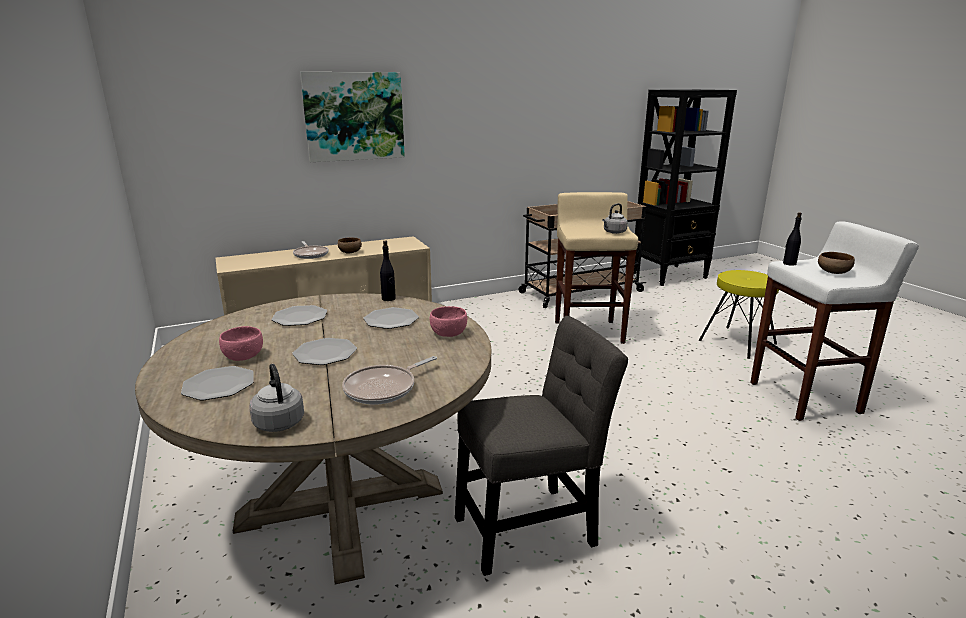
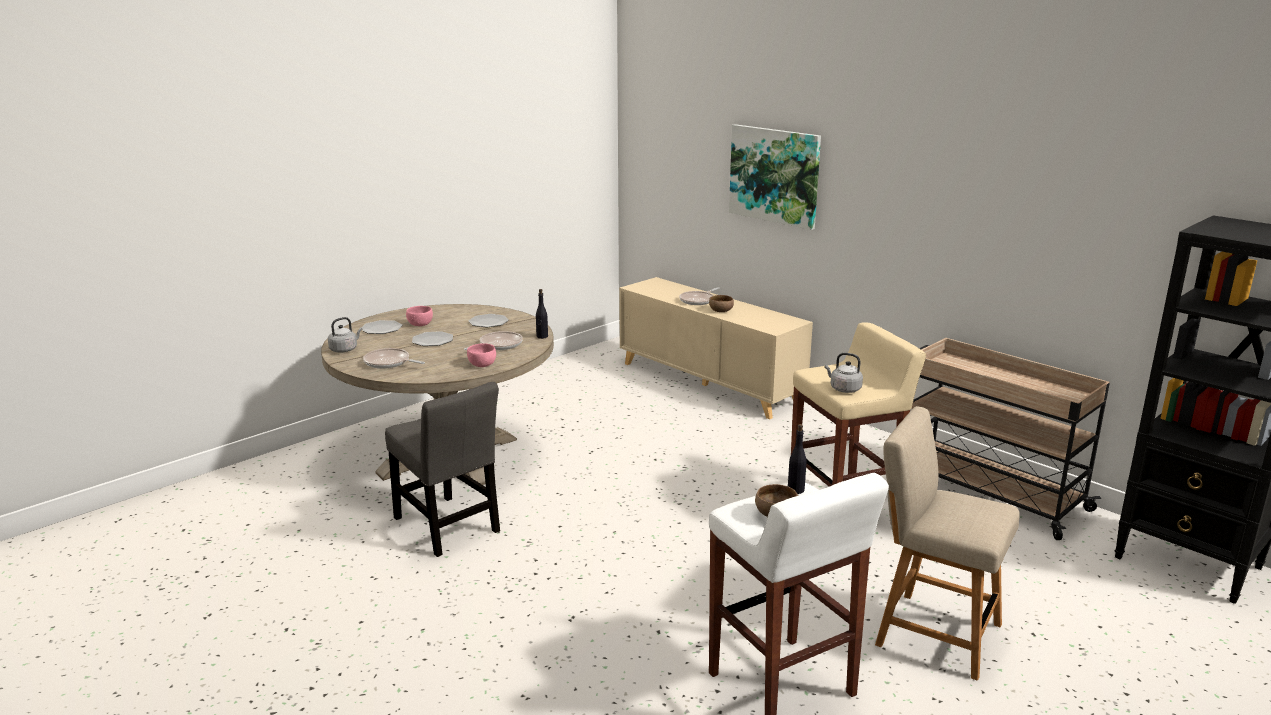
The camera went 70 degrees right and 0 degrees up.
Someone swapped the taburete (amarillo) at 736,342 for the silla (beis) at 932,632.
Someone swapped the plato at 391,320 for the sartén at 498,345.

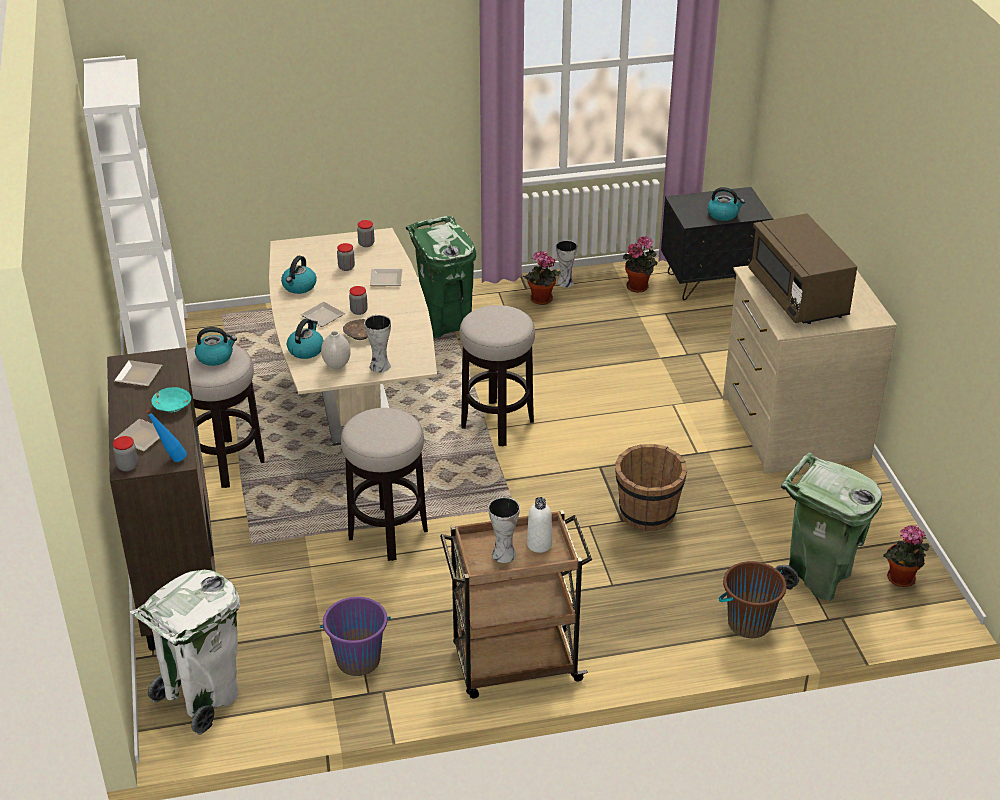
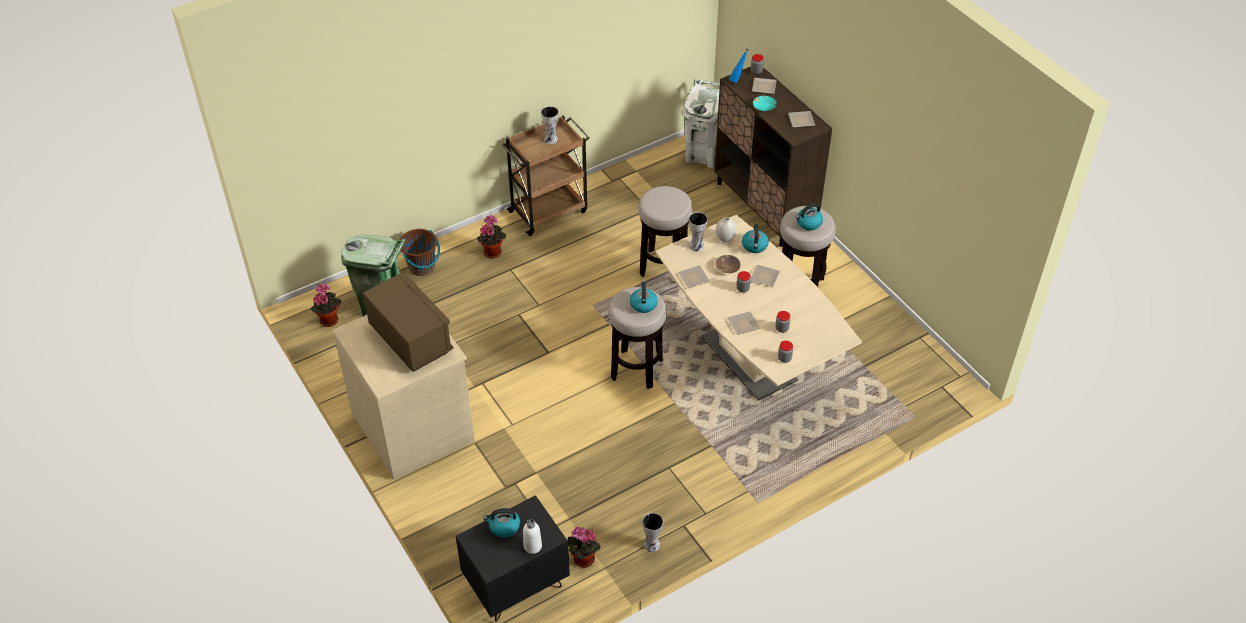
The camera went 160 degrees right and 10 degrees up.
Someone took away the estantería (blanco) at 160,347.
Someone took away the papelera (verde) at 445,323.
Someone carried the planta en maceta from 540,300 to 492,251.
Someone carried the hervidor from 299,286 to 643,304.
Someone took away the cubo (marrón) at 647,514.
Someone carried the botella (blanco) from 539,544 to 532,546.
Someone took away the cubo (morado) at 358,660.
Someone put down the plato at 693,279.

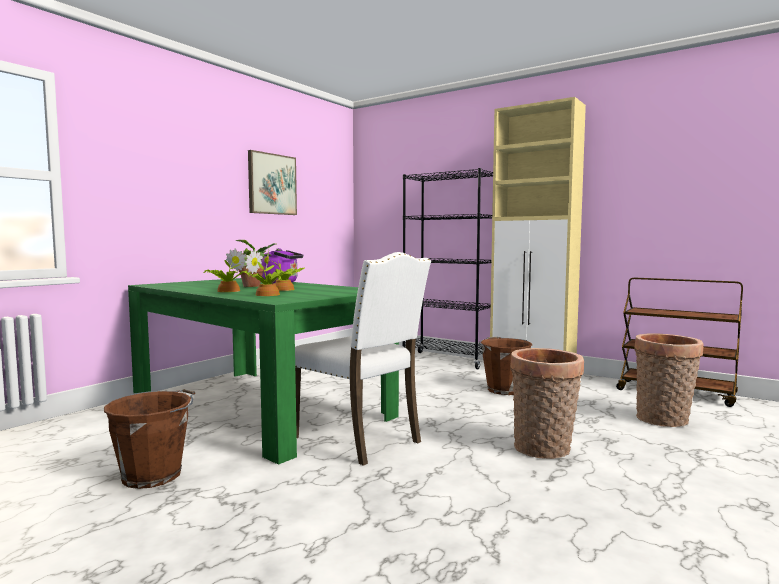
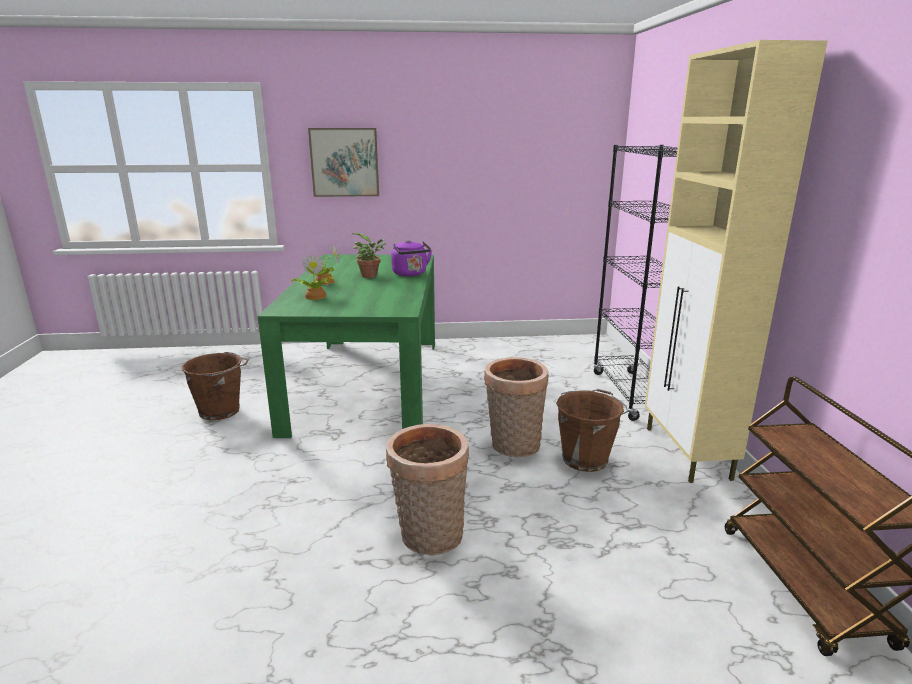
The camera went 50 degrees right and 15 degrees up.
Someone carried the cuadro from 272,184 to 344,162.
Someone took away the planta en maceta at 284,289.
Someone took away the silla (blanco) at 360,439.
Someone carried the cesta from 664,421 to 513,447.

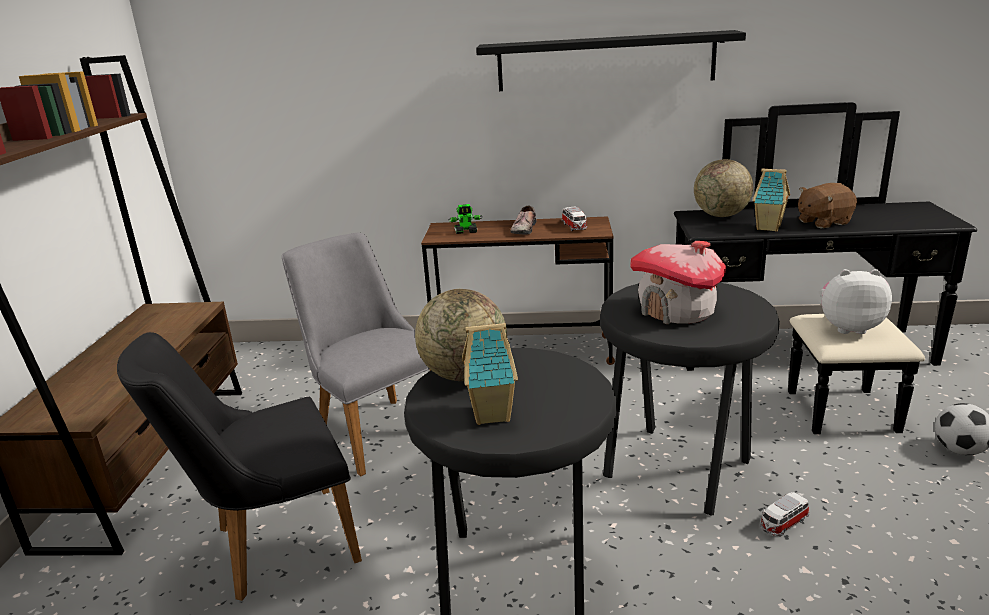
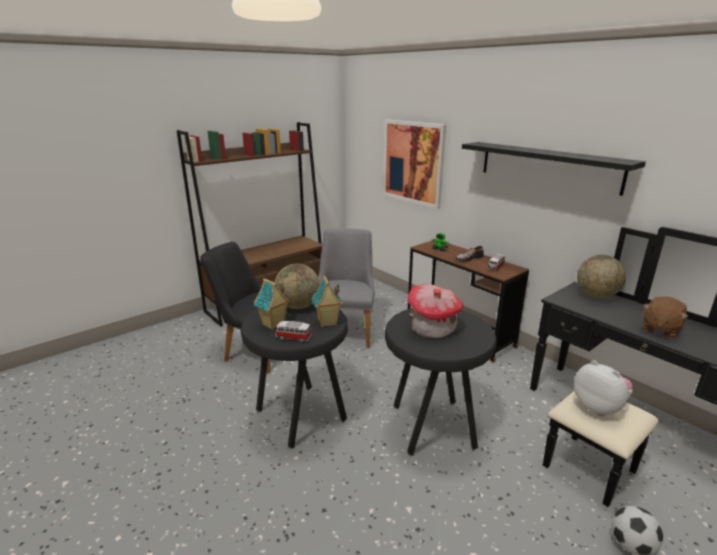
The camera went 45 degrees right and 0 degrees up.
Someone carried the casita from 769,228 to 327,323.
Someone rotated the peluche (marrón) at 823,222 by 75 degrees counterclockwise.
Someone carried the coche de juguete from 783,524 to 293,338.
Someone put up the cuadro at 413,162.

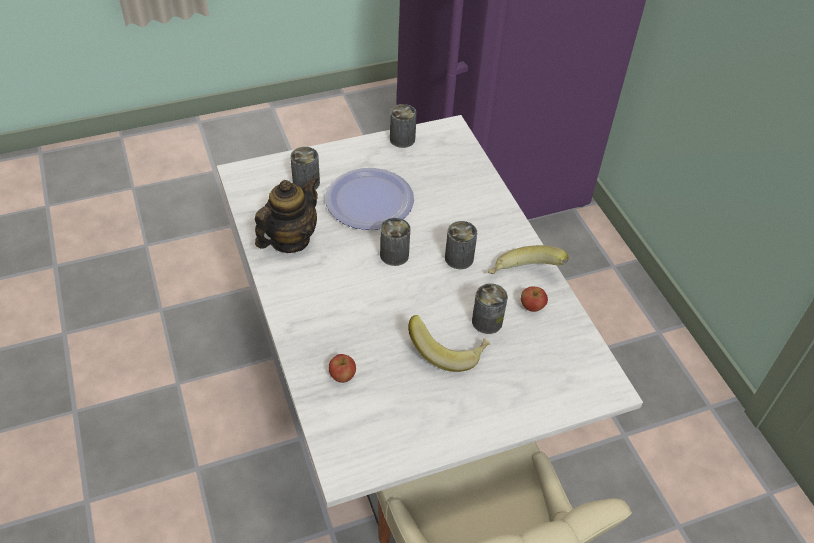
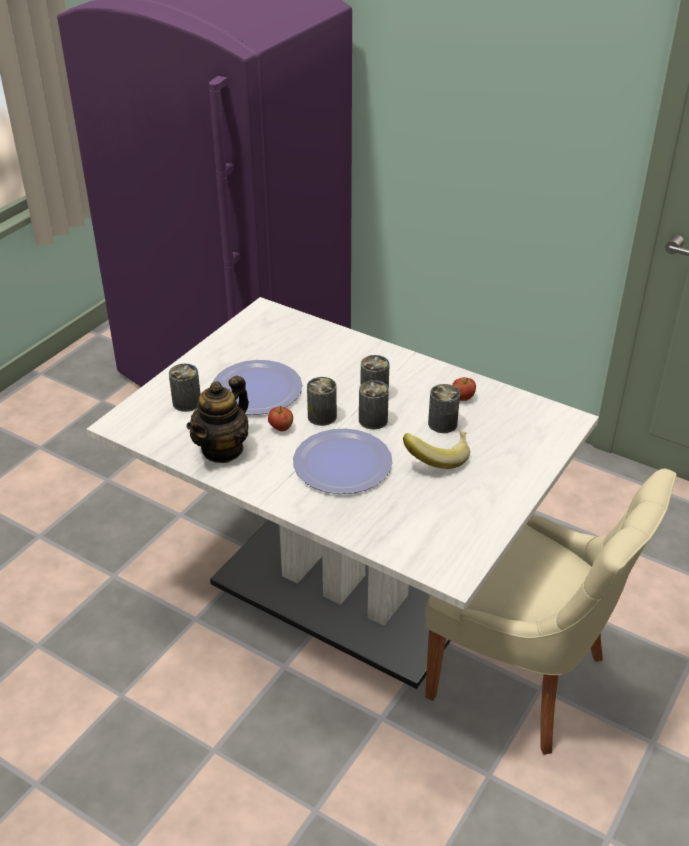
The camera went 35 degrees left and 10 degrees down.
Someone carried the lata from 402,139 to 373,420.
Someone rotated the tetera at 289,240 by 150 degrees counterclockwise.
Someone took away the plátano at 524,276.
Someone carried the manzana from 342,376 to 281,428.
Someone put down the plato at 342,463.

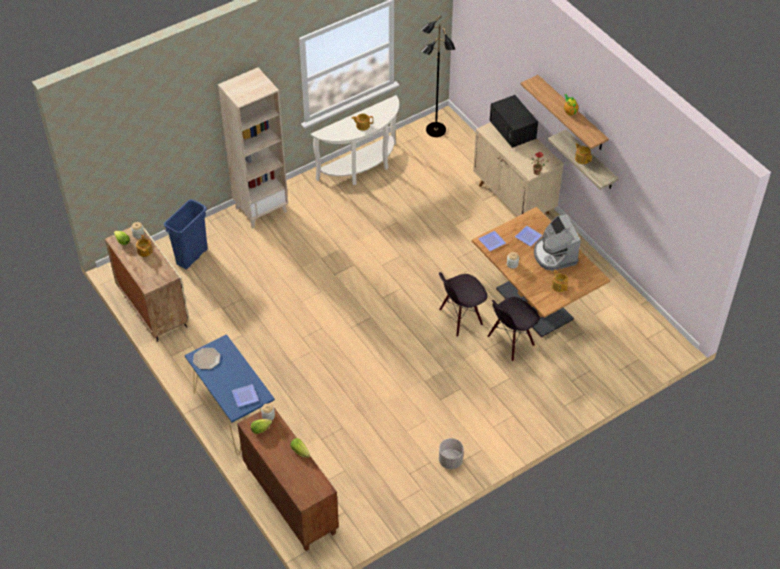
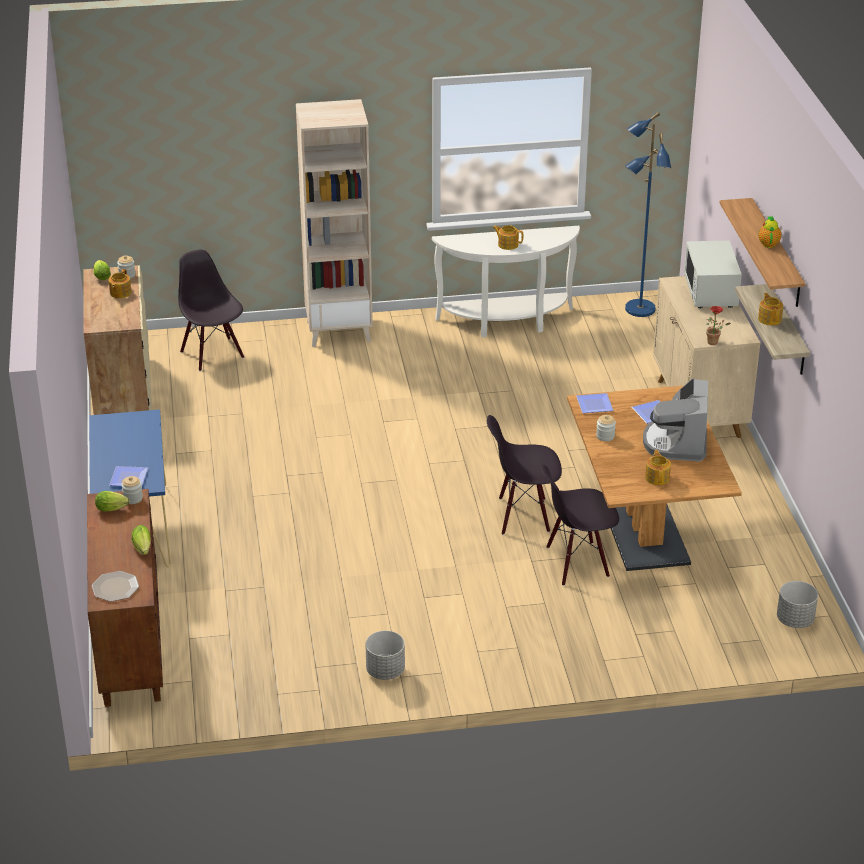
The camera went 25 degrees right and 15 degrees down.
Someone repainted the lámpara de pie (negro) at 435,130, which became the lámpara de pie (azul) at 639,309.
Someone repainted the microondas (negro) at 513,131, which became the microondas (blanco) at 711,292.
Someone swapped the papelera (azul) at 192,256 for the silla (negro) at 213,354.
Someone carried the plato from 206,358 to 115,587.
Someone put down the maceta (gris) at 795,620.

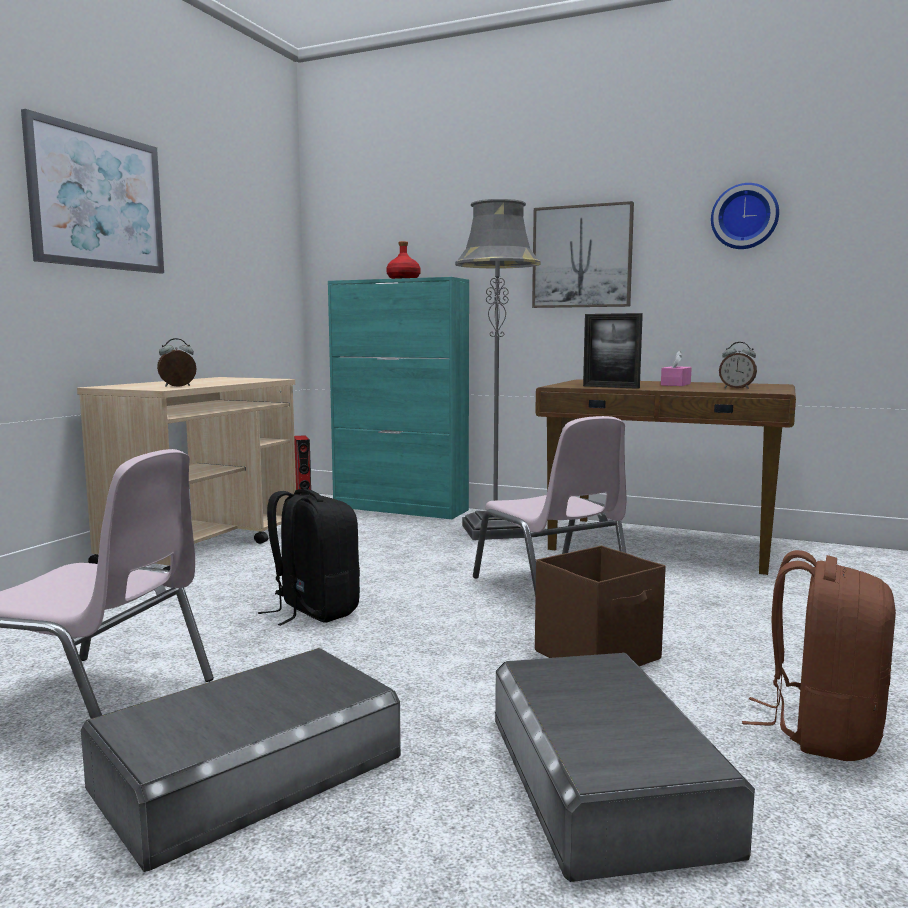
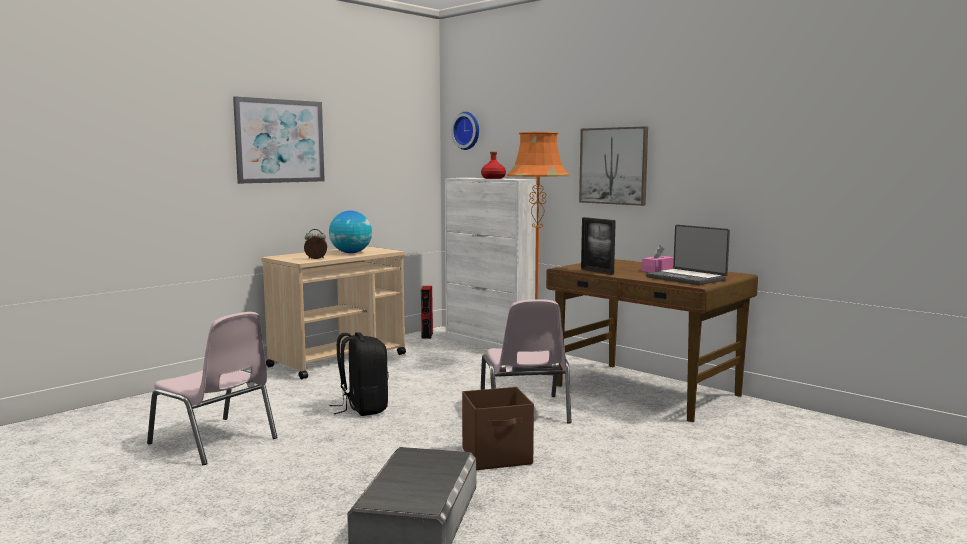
The camera went 20 degrees right and 0 degrees up.
Someone carried the reloj de pared from 744,217 to 467,131.
Someone repainted the lámpara de pie (gris) at 495,531, which became the lámpara de pie (naranja) at 536,368.
Someone repainted the armario (turquesa) at 400,508, which became the armario (blanco) at 490,344.
Someone swapped the despertador at 737,388 for the portátil at 687,278.
Someone took away the mochila (marrón) at 821,732.
Someone took away the caja de almacenaje (gris) at 248,770.
Someone put down the globo terráqueo at 351,253.

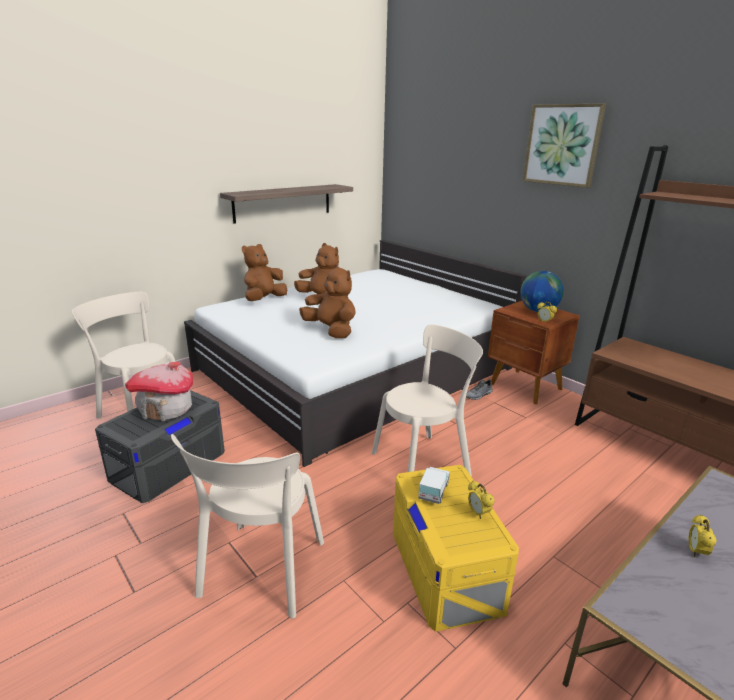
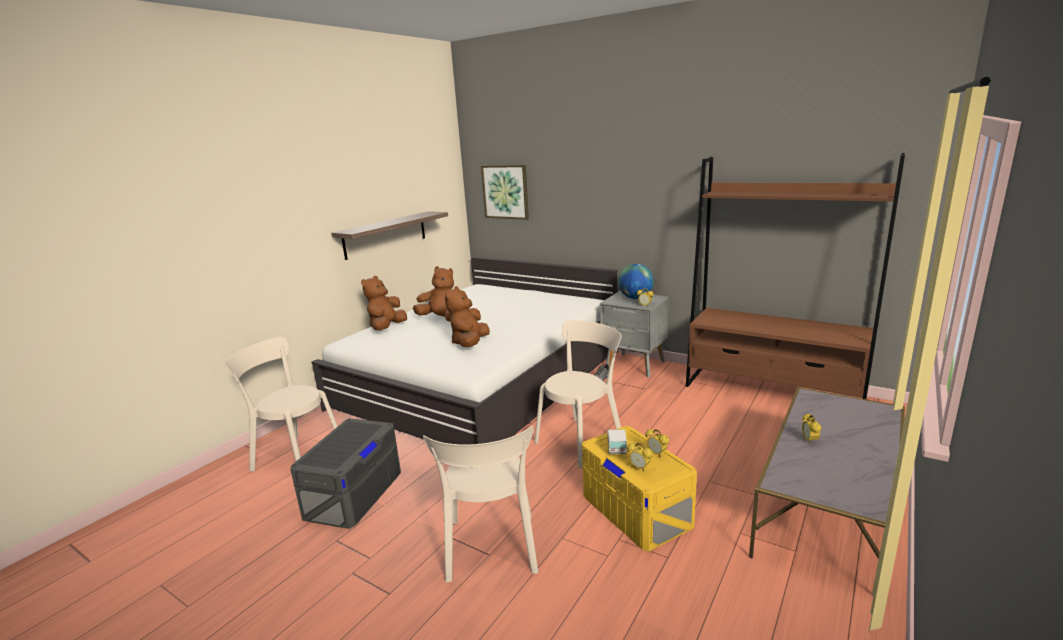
The camera went 15 degrees left and 5 degrees down.
Someone carried the cuadro from 562,145 to 505,192.
Someone rotated the peluche (marrón) at 331,331 by 105 degrees counterclockwise.
Someone repainted the mesita de noche (marrón) at 525,387, which became the mesita de noche (gris) at 635,365.
Someone took away the casita at 166,409.
Someone put down the despertador at 639,468.

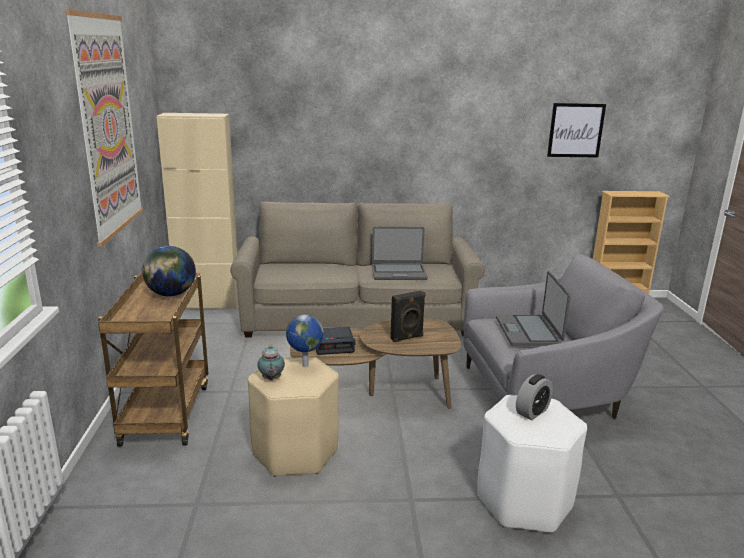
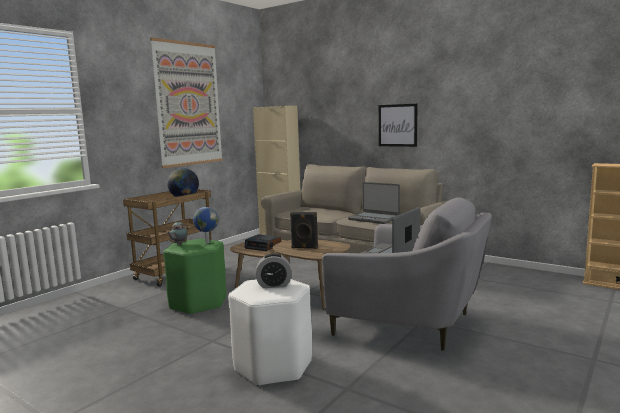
The camera went 40 degrees right and 10 degrees down.
Someone carried the cuadro from 575,130 to 397,125.
Someone repainted the taburete (beis) at 295,452, which became the taburete (verde) at 198,303.

